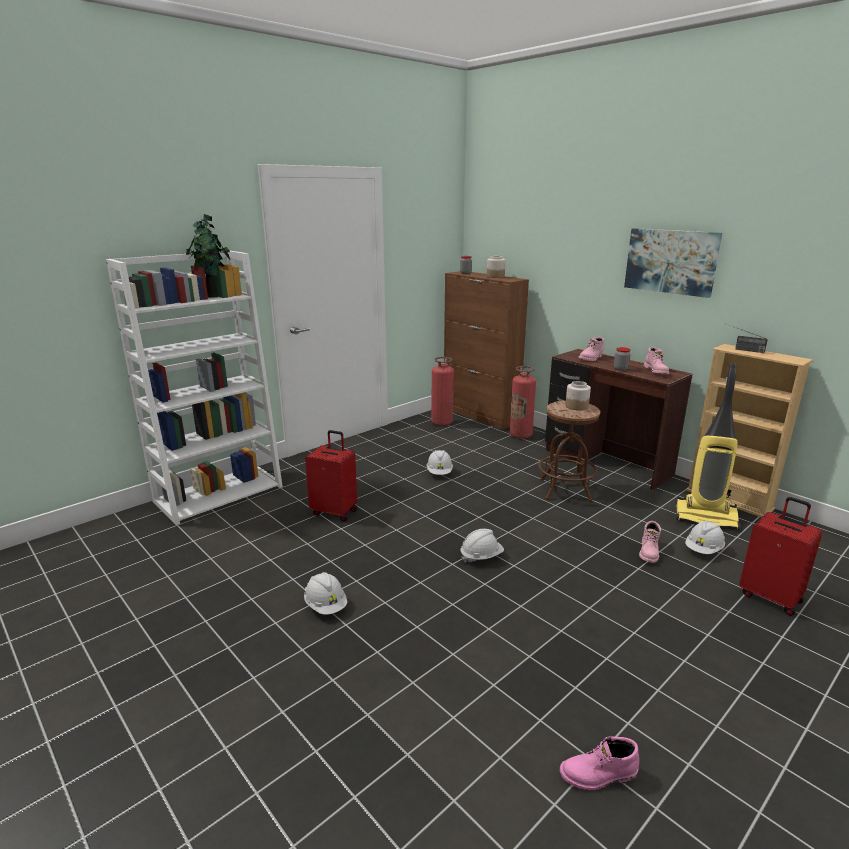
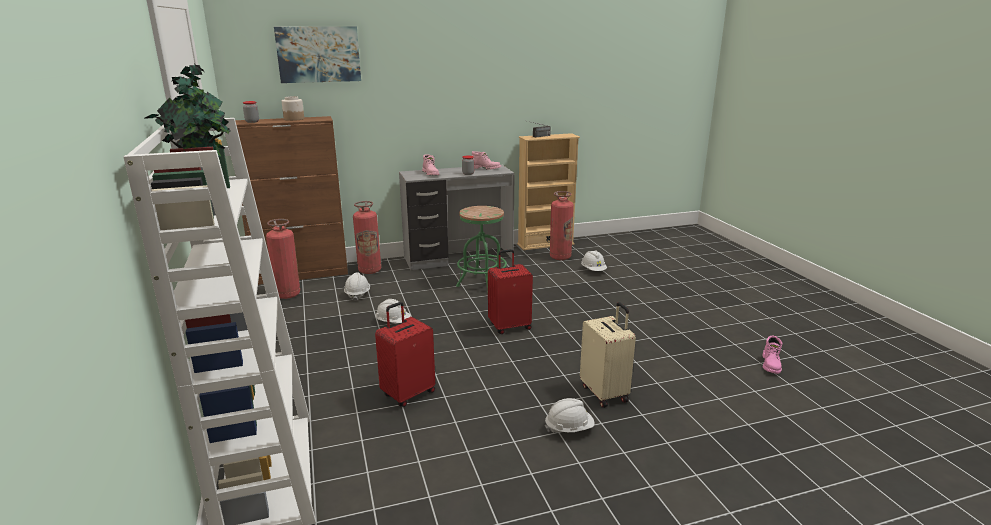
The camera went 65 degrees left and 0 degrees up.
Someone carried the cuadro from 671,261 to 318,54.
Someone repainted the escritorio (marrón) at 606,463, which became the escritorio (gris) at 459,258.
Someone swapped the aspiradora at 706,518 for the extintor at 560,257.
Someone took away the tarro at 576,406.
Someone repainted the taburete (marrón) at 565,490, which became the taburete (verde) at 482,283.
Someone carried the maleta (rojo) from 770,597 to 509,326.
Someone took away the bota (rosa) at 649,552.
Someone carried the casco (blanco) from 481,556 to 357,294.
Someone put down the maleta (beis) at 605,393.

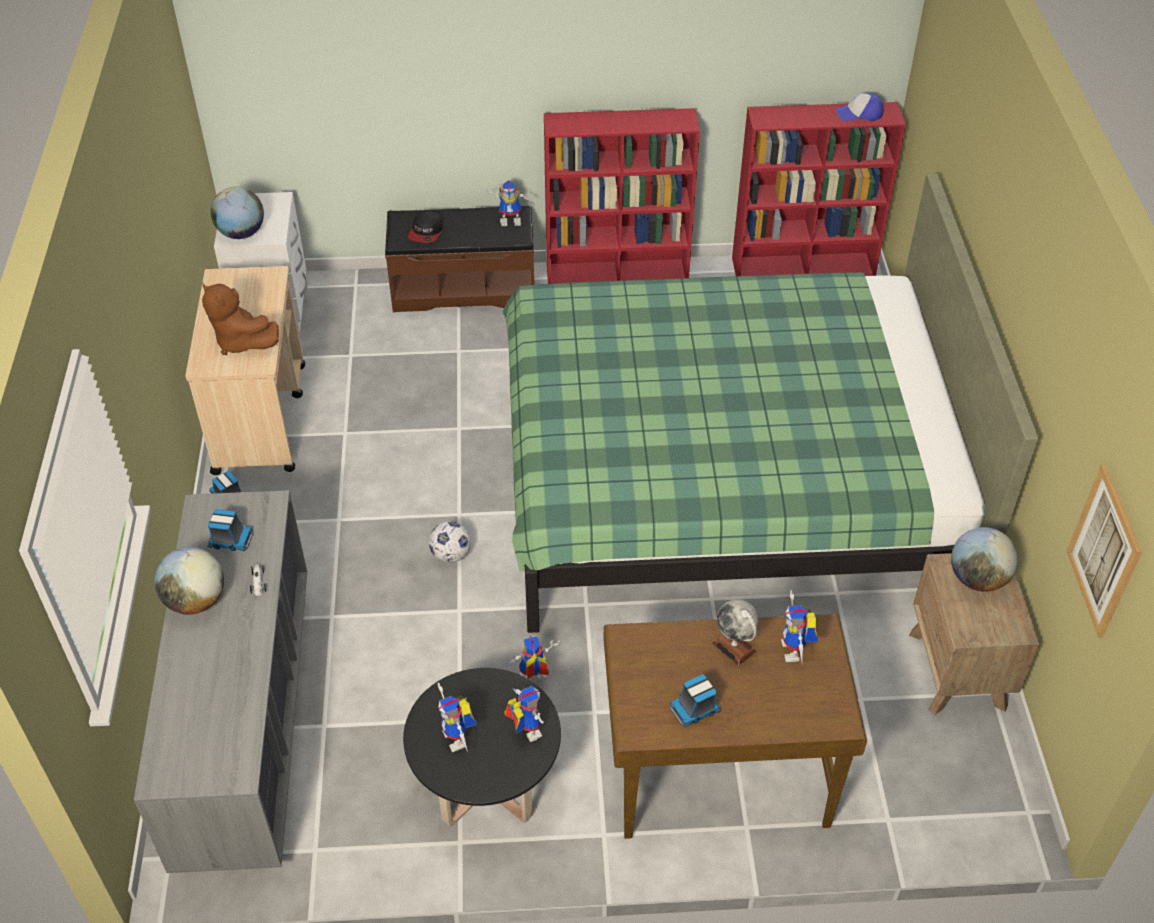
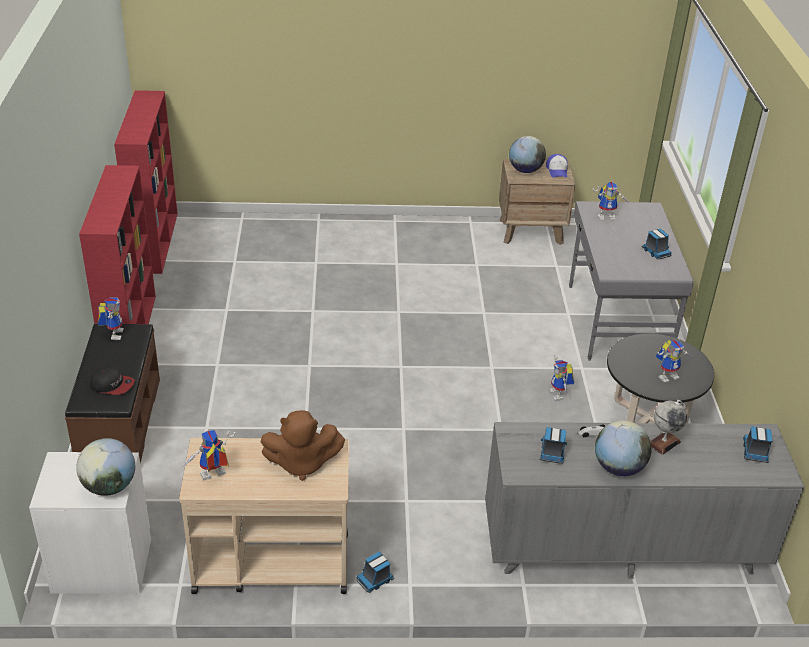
The camera went 90 degrees left and 10 degrees down.
Someone carried the gorra from 859,114 to 557,170.
Someone took away the cama (verde) at 726,477.
Someone rotated the peluche (marrón) at 241,342 by 45 degrees clockwise.
Someone took away the cuadro at 1104,551.
Someone took away the balón de fútbol at 450,555.
Someone carried the globo terráqueo from 734,647 to 663,443.
Someone repainted the escritorio (marrón) at 717,771, which became the escritorio (gris) at 616,322.
Someone carried the robot de juguete from 524,729 to 212,477.
Someone put down the camión de juguete at 755,452.

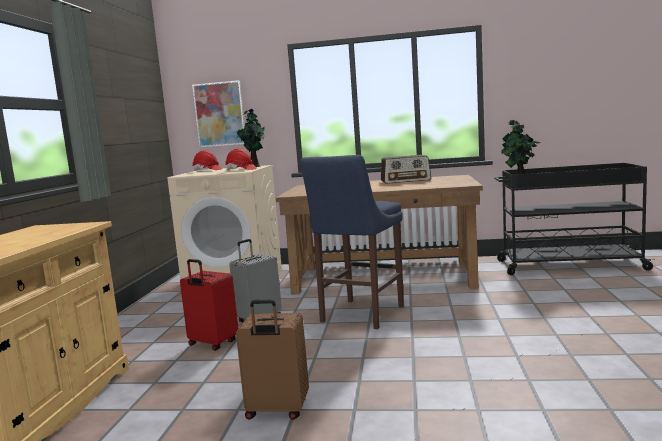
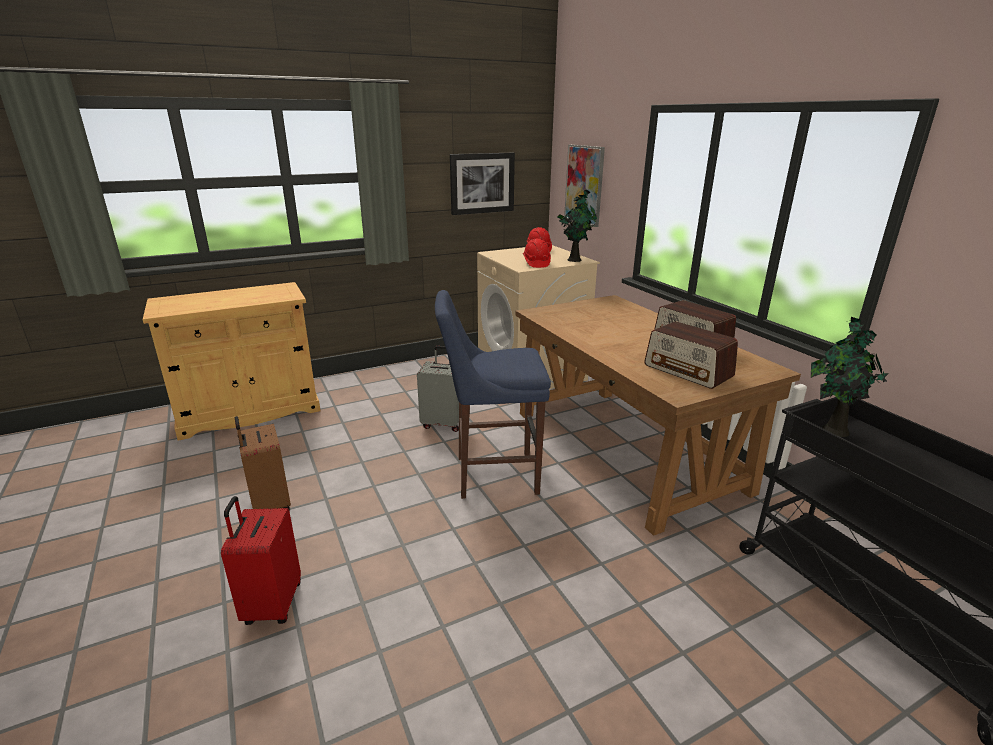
The camera went 55 degrees right and 15 degrees up.
Someone carried the maleta (rojo) from 212,344 to 271,604.
Someone put up the cuadro at 482,183.
Someone put down the radio at 688,371.

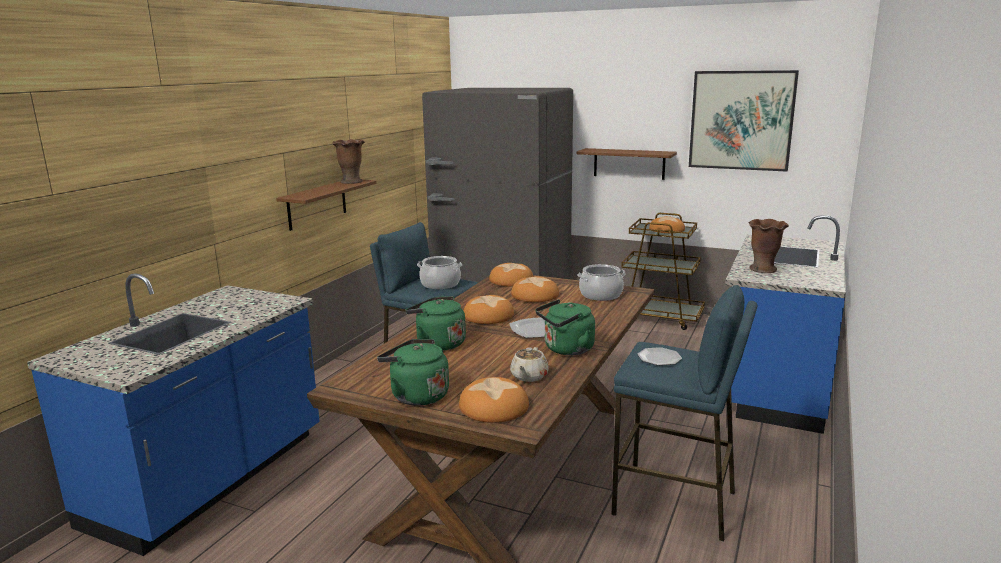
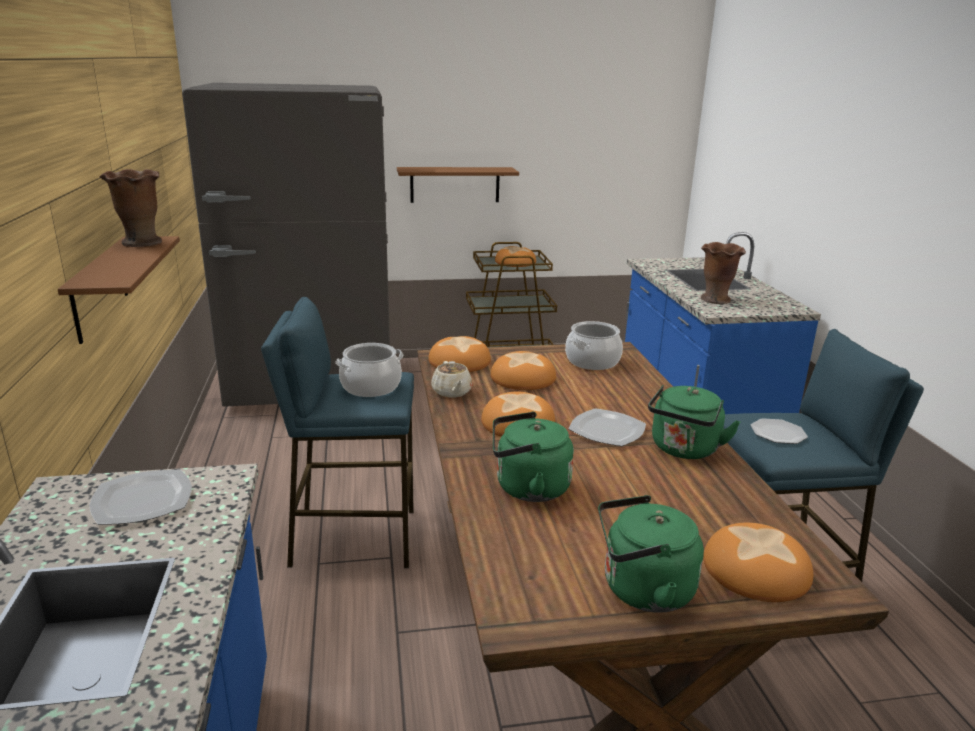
The camera went 35 degrees left and 5 degrees up.
Someone took away the cuadro at 741,120.
Someone carried the tetera (beis) from 529,376 to 452,392.
Someone put down the plato at 141,501.

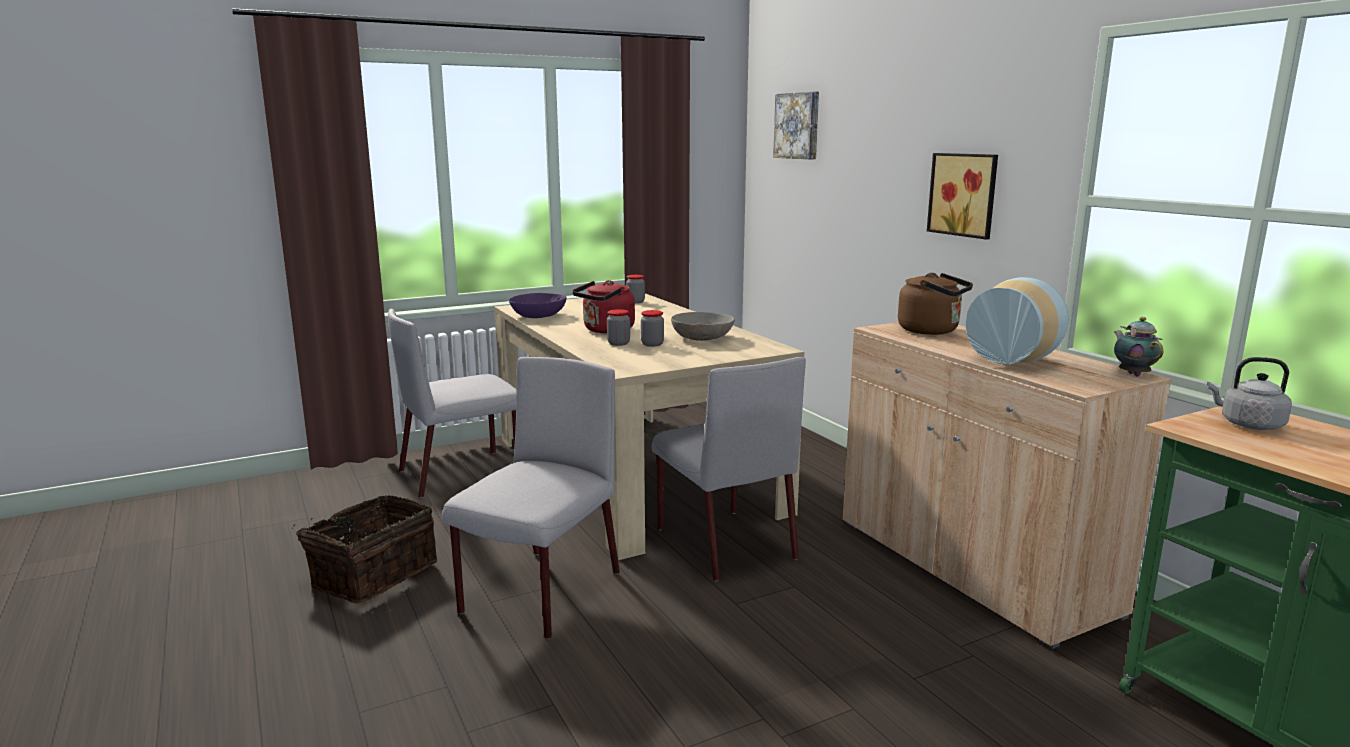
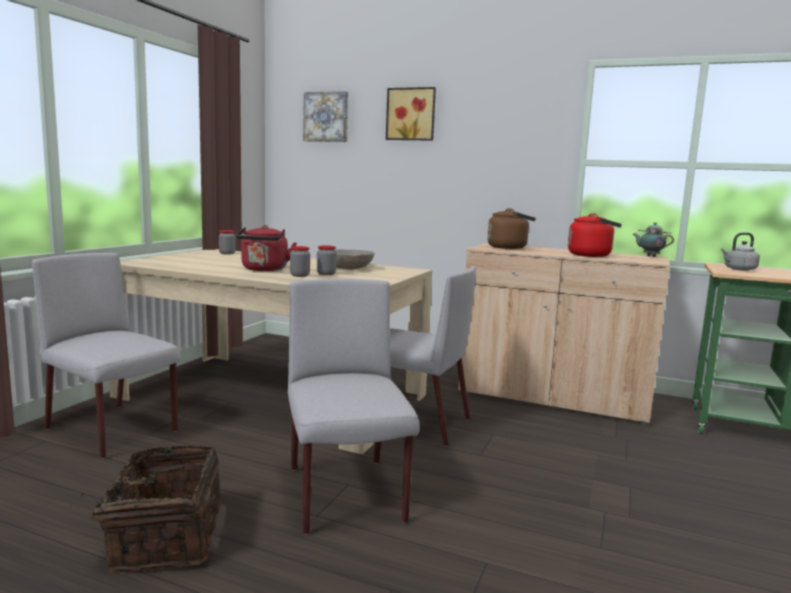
The camera went 40 degrees left and 5 degrees down.
Someone carried the cuadro from 965,194 to 411,114.
Someone swapped the florero at 1016,361 for the hervidor (rojo) at 592,255.
Someone took away the cuenco (morado) at 538,316.
Someone rotated the silla (gris) at 462,473 by 105 degrees clockwise.

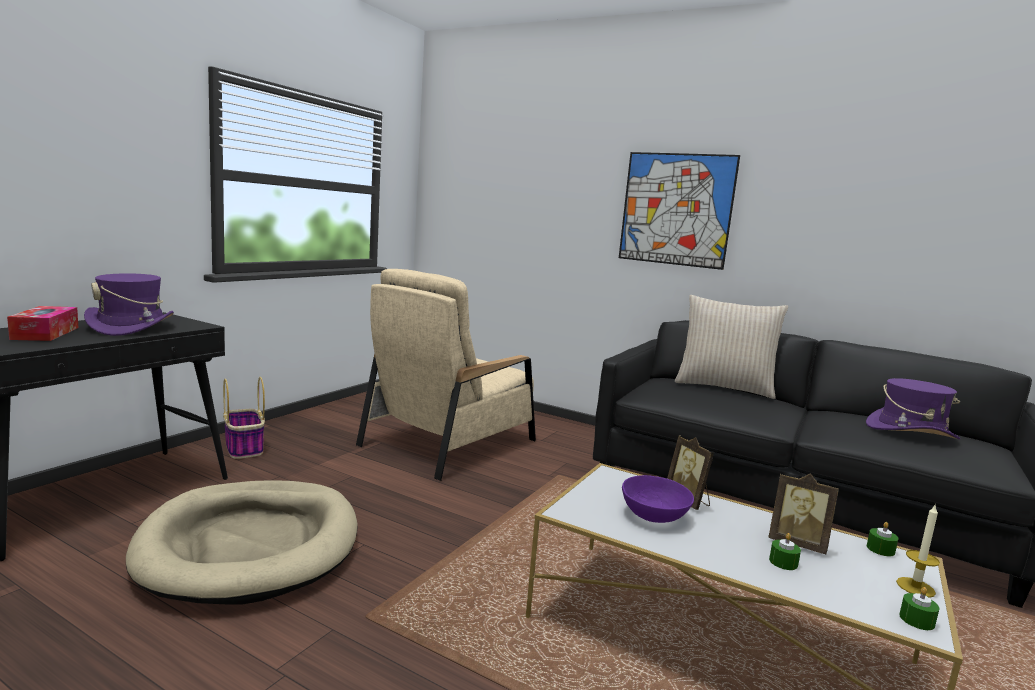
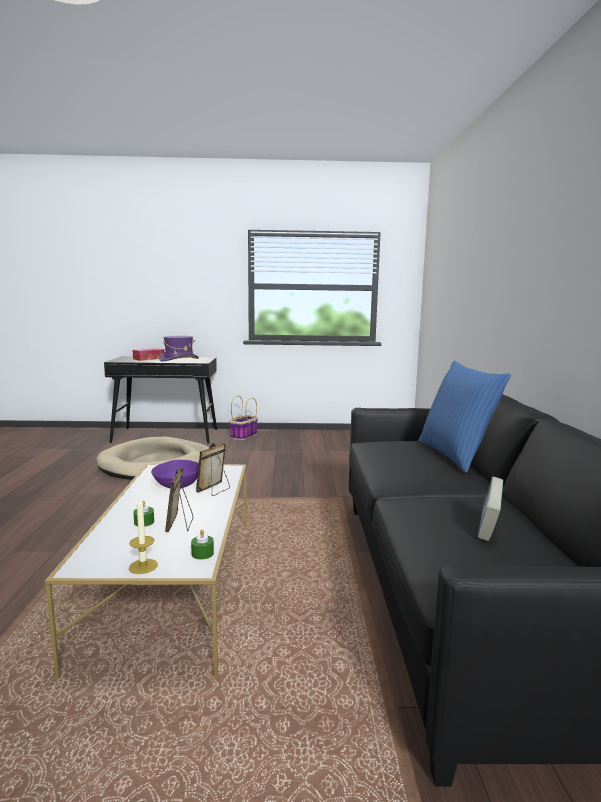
The camera went 60 degrees right and 0 degrees up.
Someone took away the cuadro at 676,209.
Someone took away the sillón (beis) at 449,442.
Someone repainted the cojín (beis) at 724,387, which became the cojín (azul) at 455,455.
Someone swapped the sombrero (morado) at 911,431 for the libro at 488,530.
Someone took away the vela (verde) at 916,620.

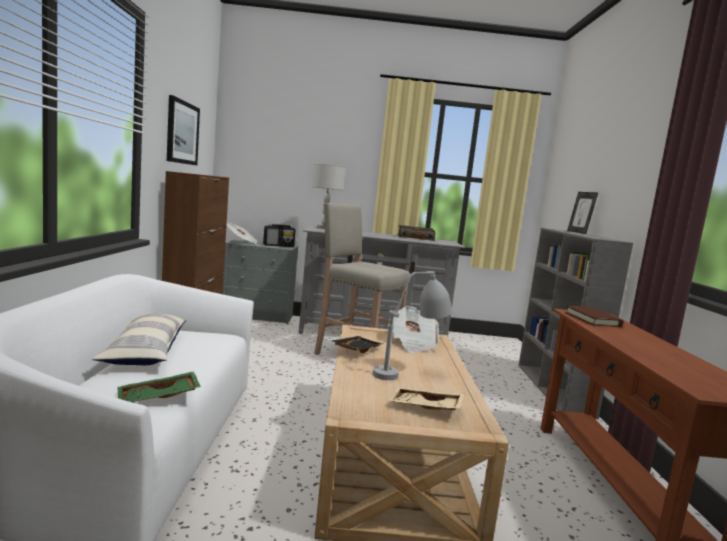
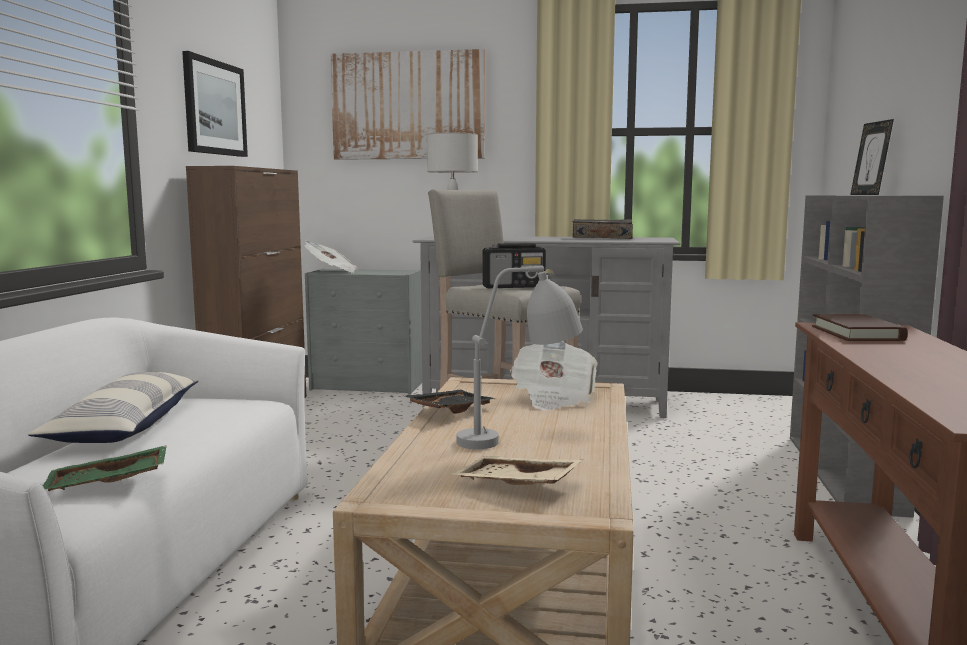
The camera went 10 degrees right and 0 degrees up.
Someone carried the radio from 279,245 to 514,287.
Someone put up the cuadro at 408,106.

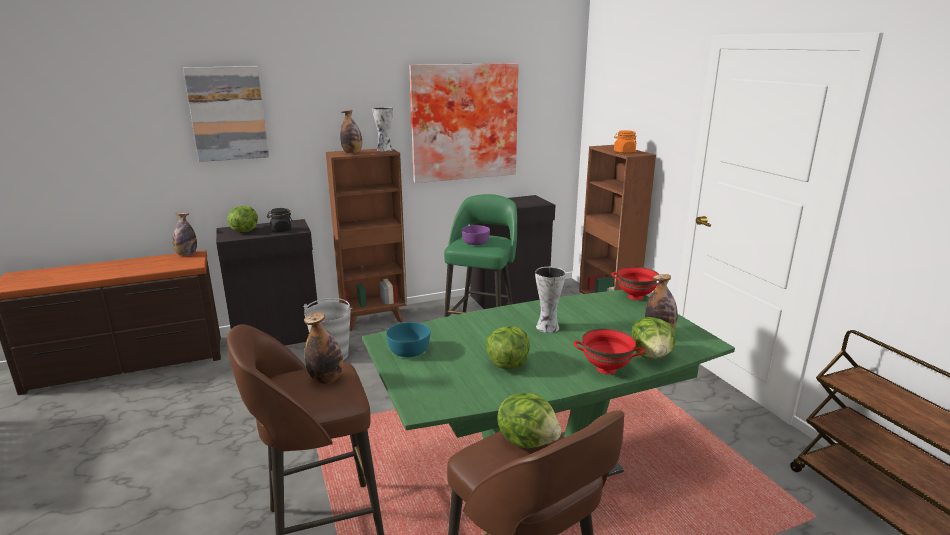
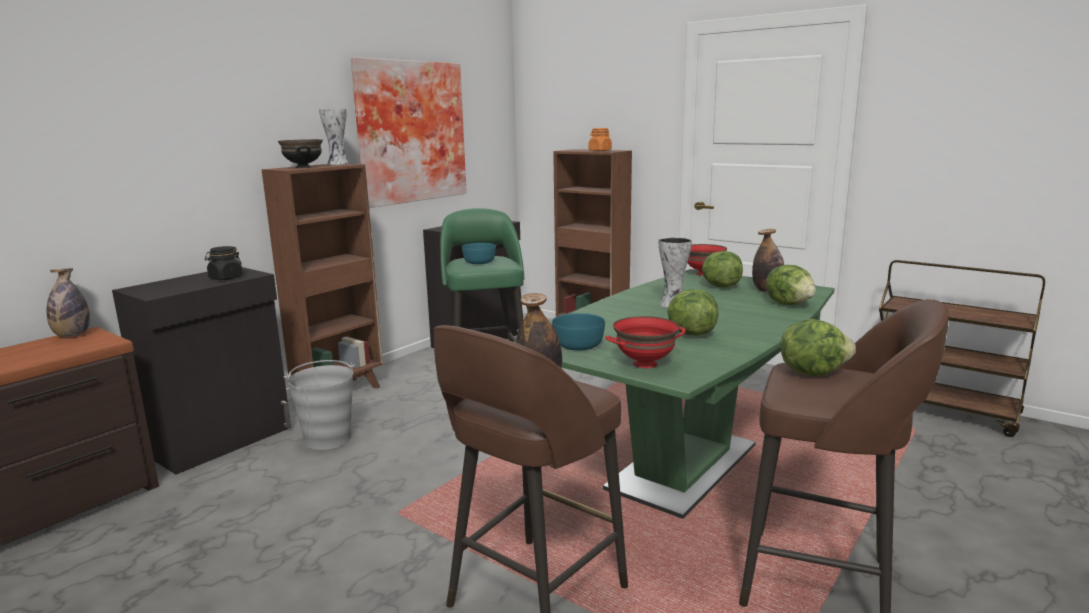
The camera went 30 degrees left and 5 degrees down.
Someone took away the cuadro at 227,114.
Someone swapped the botella at 352,153 for the cuenco (negro) at 304,167.
Someone carried the lechuga from 244,231 to 720,286.
Someone repainted the cuenco (morado) at 476,242, which became the cuenco (turquesa) at 480,262.
Someone carried the cuenco (rojo) from 606,369 to 645,363.

